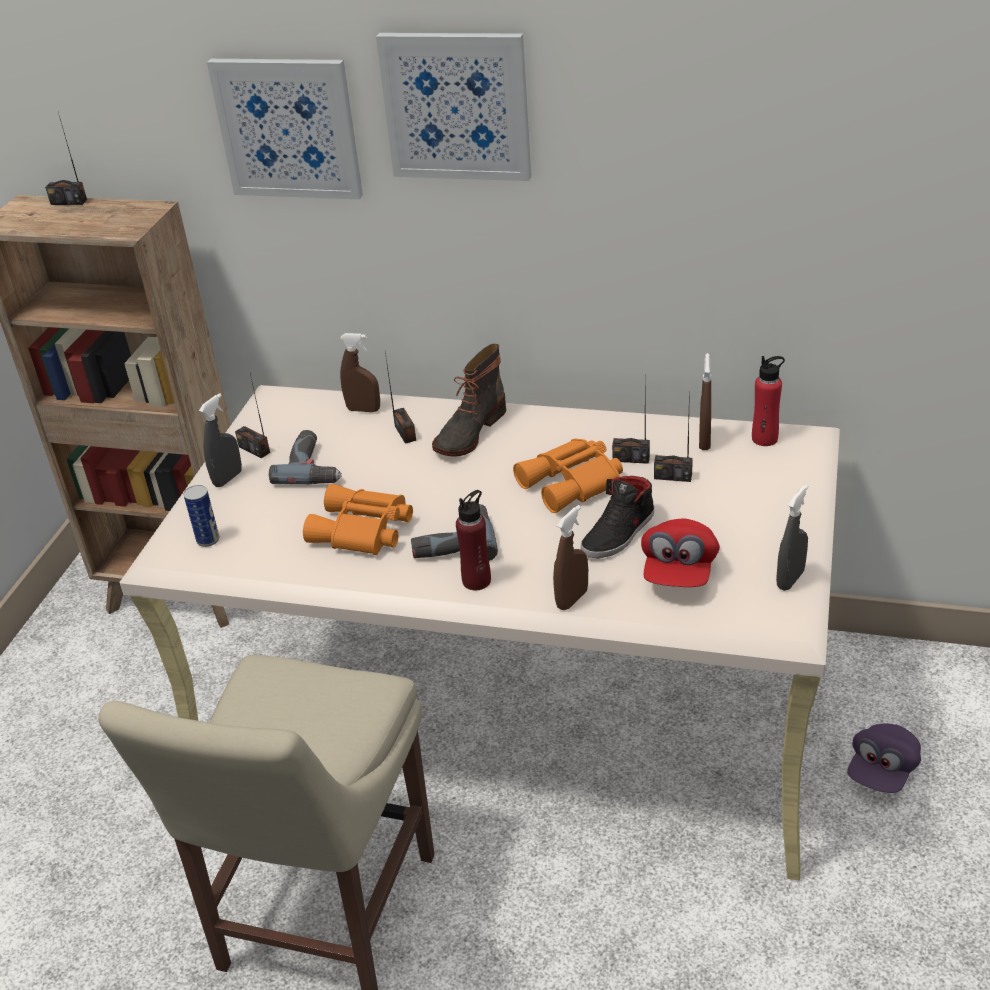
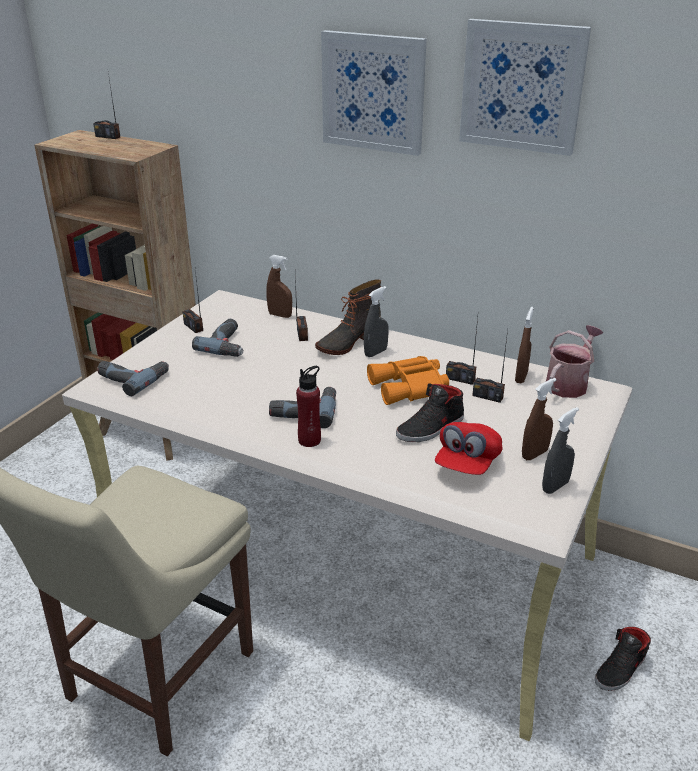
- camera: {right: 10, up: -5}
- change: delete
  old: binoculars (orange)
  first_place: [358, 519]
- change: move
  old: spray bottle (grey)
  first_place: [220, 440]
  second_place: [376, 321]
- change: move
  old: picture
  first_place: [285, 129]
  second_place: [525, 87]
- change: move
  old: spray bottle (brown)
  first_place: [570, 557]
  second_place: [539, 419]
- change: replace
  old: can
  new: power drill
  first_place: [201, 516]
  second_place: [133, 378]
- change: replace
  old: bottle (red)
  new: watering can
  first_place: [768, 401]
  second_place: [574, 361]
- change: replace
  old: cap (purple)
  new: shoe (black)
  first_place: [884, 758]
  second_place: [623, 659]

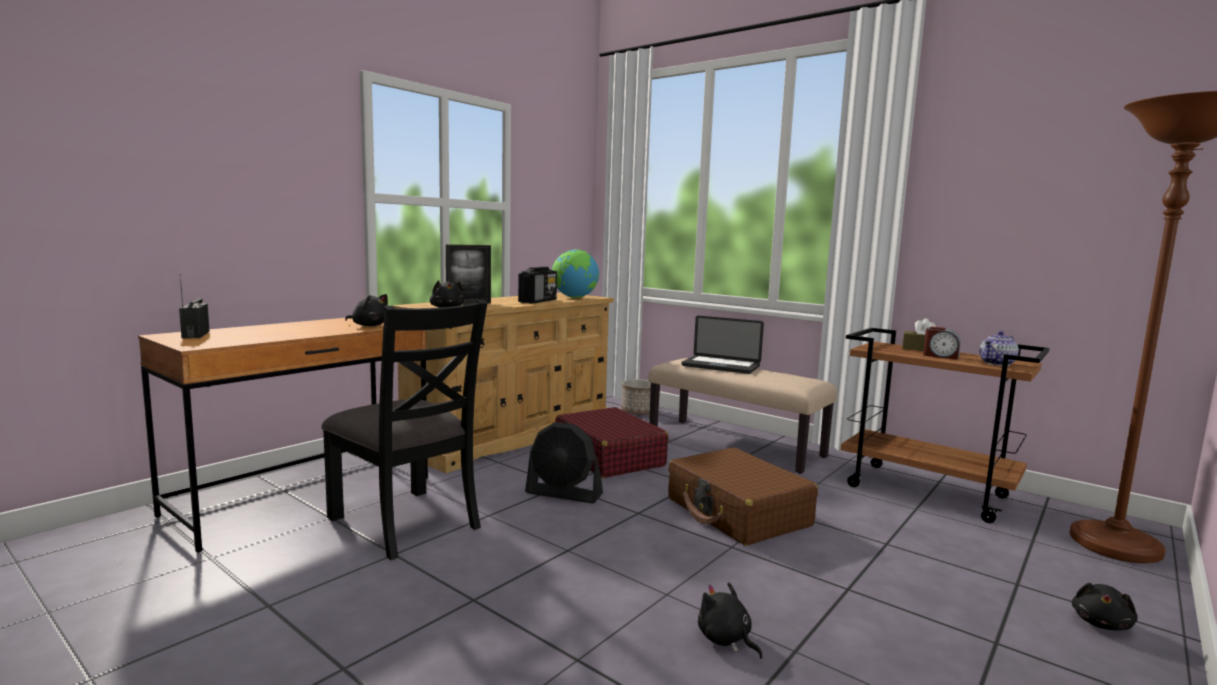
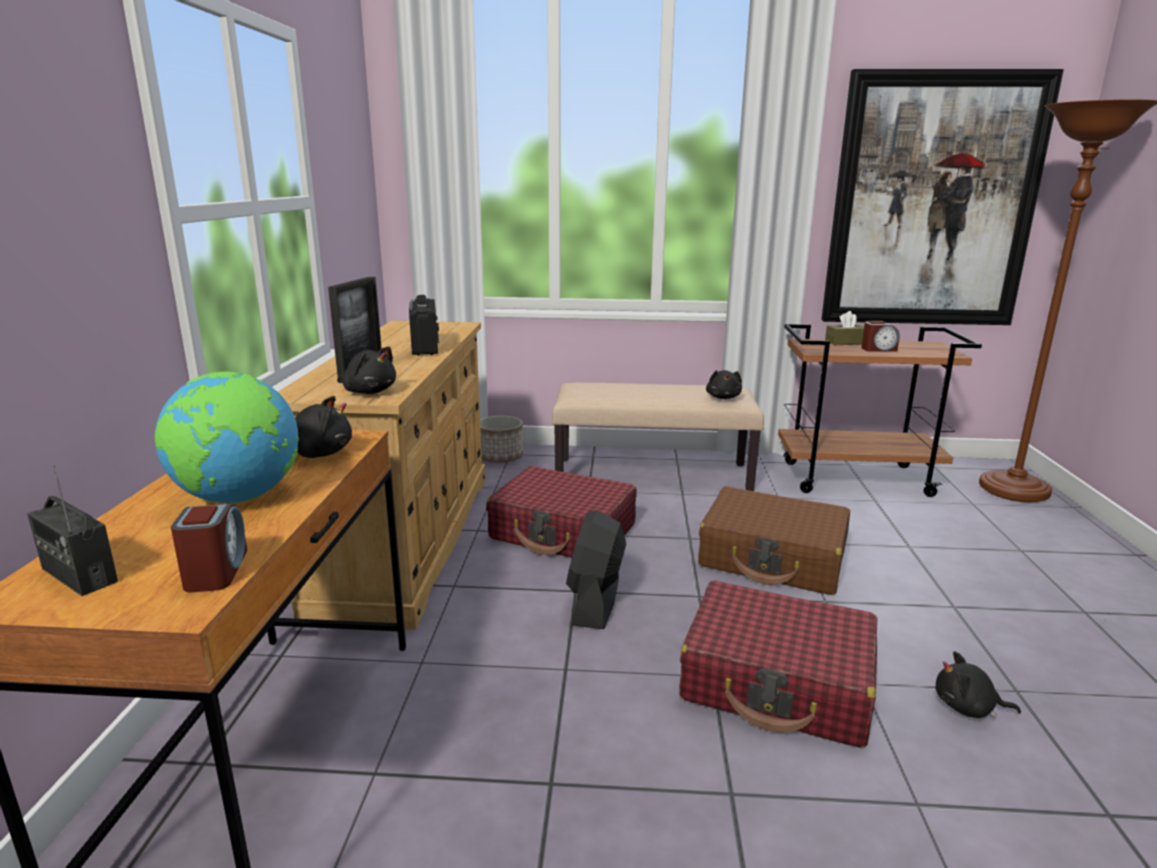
- camera: {right: -35, up: 10}
- change: delete
  old: chair (black)
  first_place: [404, 430]
- change: delete
  old: laptop
  first_place: [722, 345]
- change: delete
  old: teapot
  first_place: [999, 348]
- change: insert
  new: alarm clock
  second_place: [209, 548]
- change: insert
  new: suitcase (red)
  second_place: [778, 664]
- change: insert
  new: picture
  second_place: [942, 197]
- change: move
  old: globe
  first_place: [575, 273]
  second_place: [227, 437]
- change: move
  old: plush toy (black)
  first_place: [1105, 607]
  second_place: [724, 384]
- change: rotate
  old: fan (black)
  first_place: [564, 462]
  second_place: [596, 569]
  degrees: 120

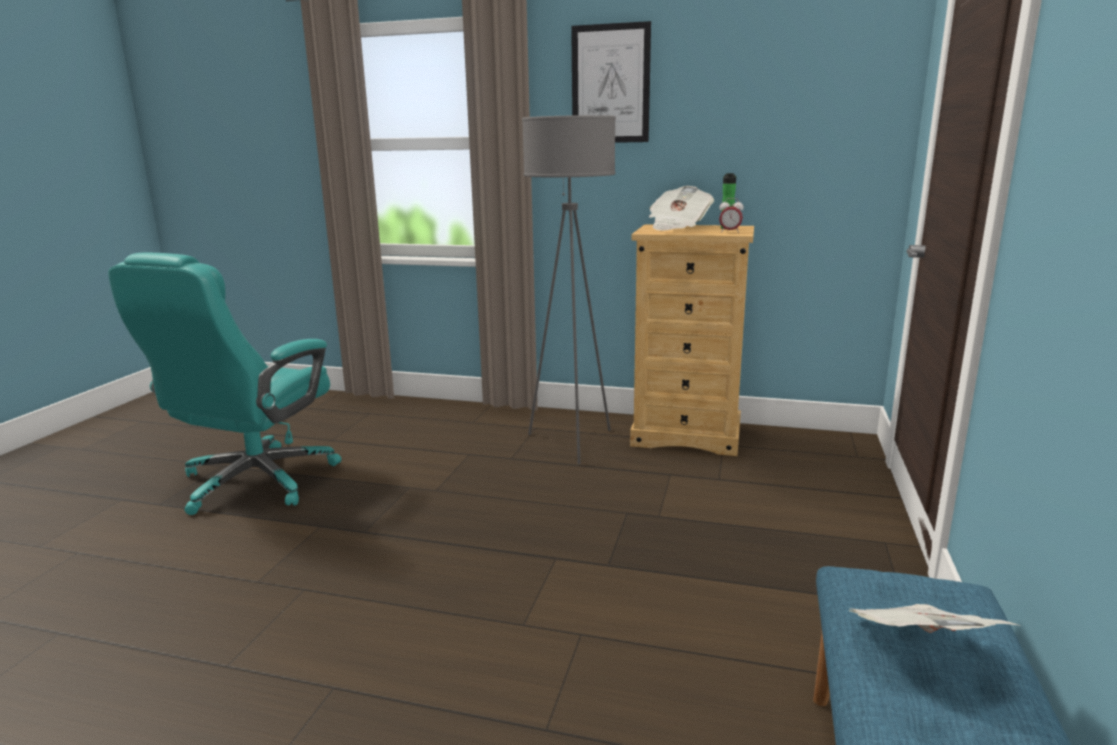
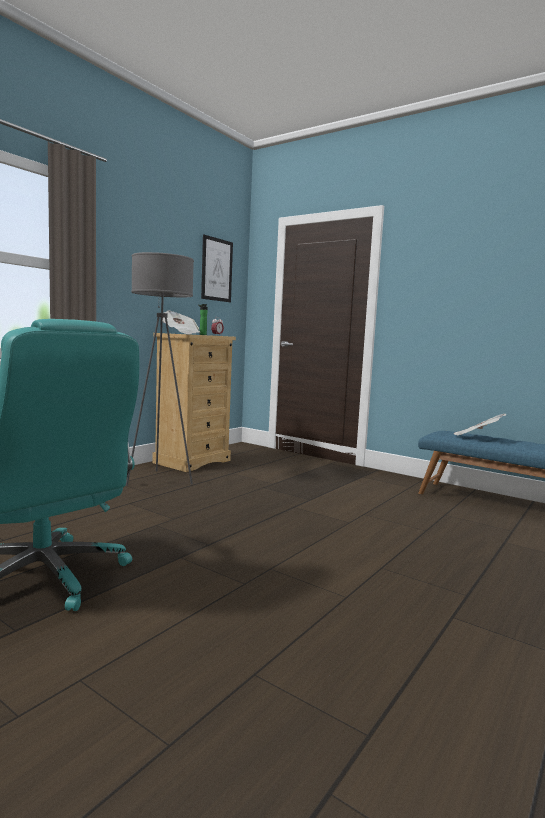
- camera: {right: -70, up: -10}
- change: move
  old: picture
  first_place: [611, 82]
  second_place: [217, 268]

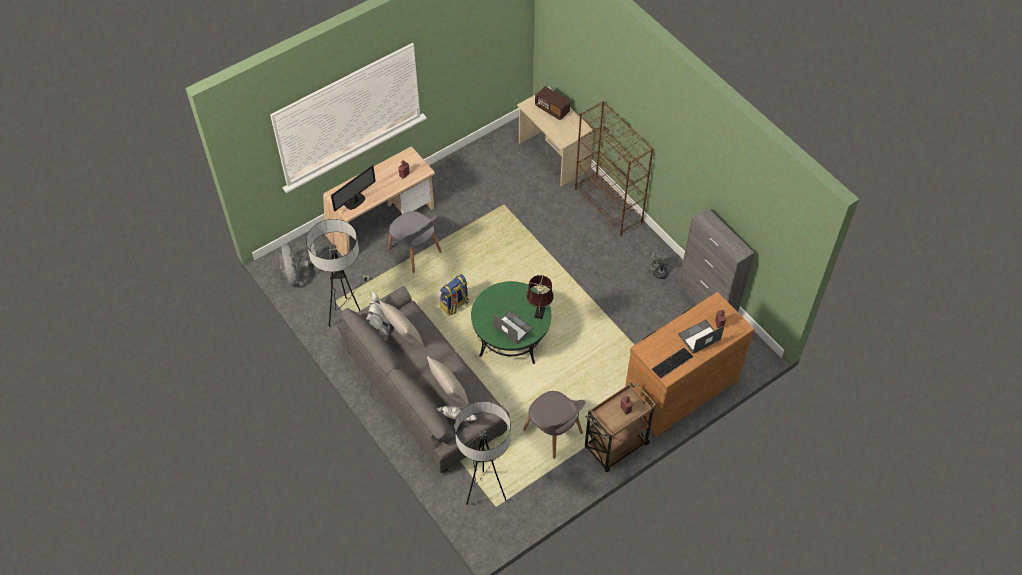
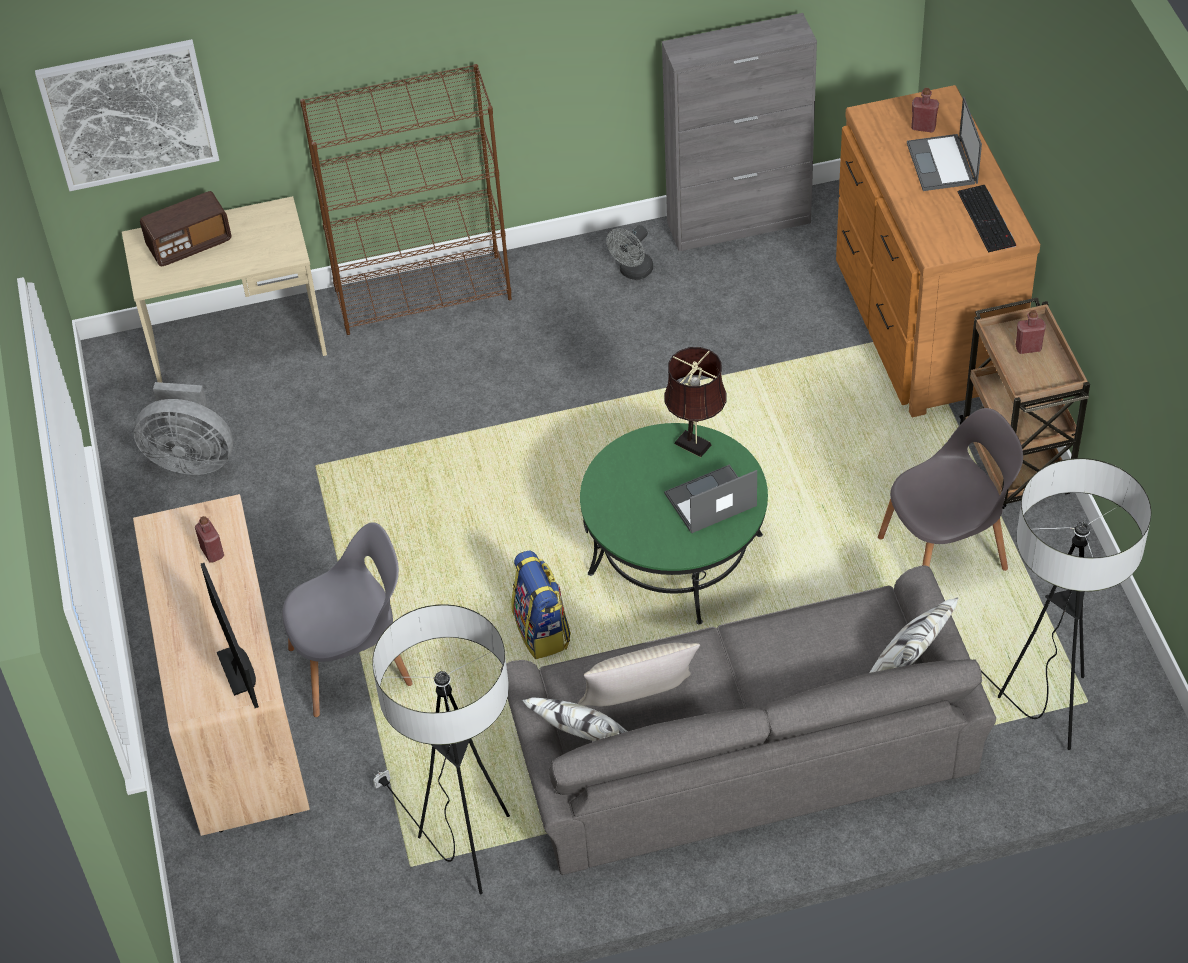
- camera: {right: -65, up: -5}
- change: delete
  old: pillow (beige)
  first_place: [448, 381]
- change: insert
  new: picture
  second_place: [127, 115]
- change: move
  old: fan (grey)
  first_place: [300, 264]
  second_place: [183, 428]

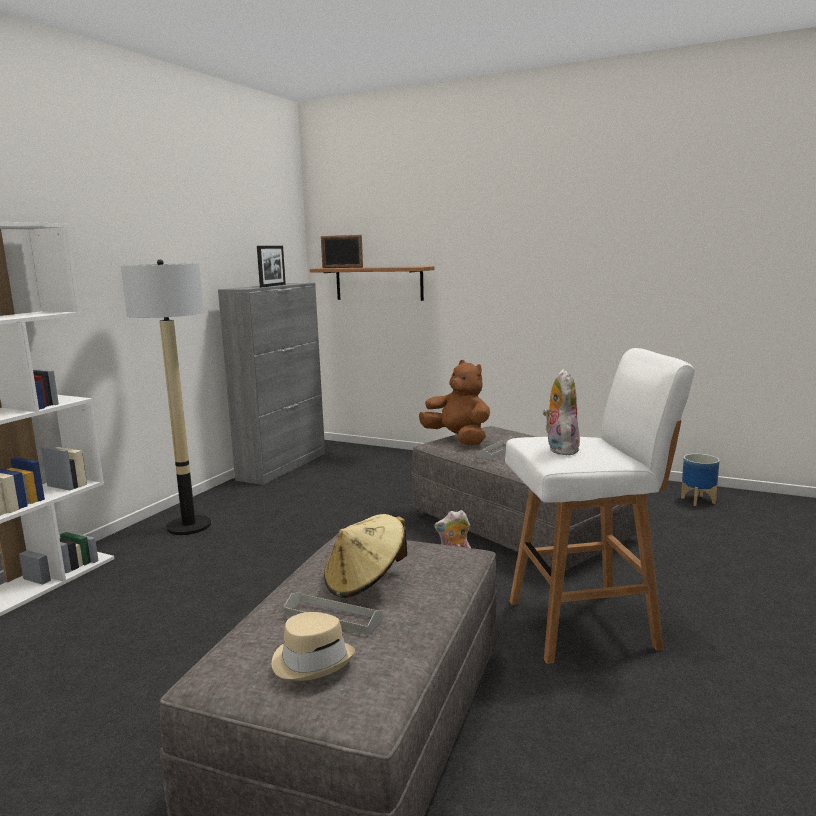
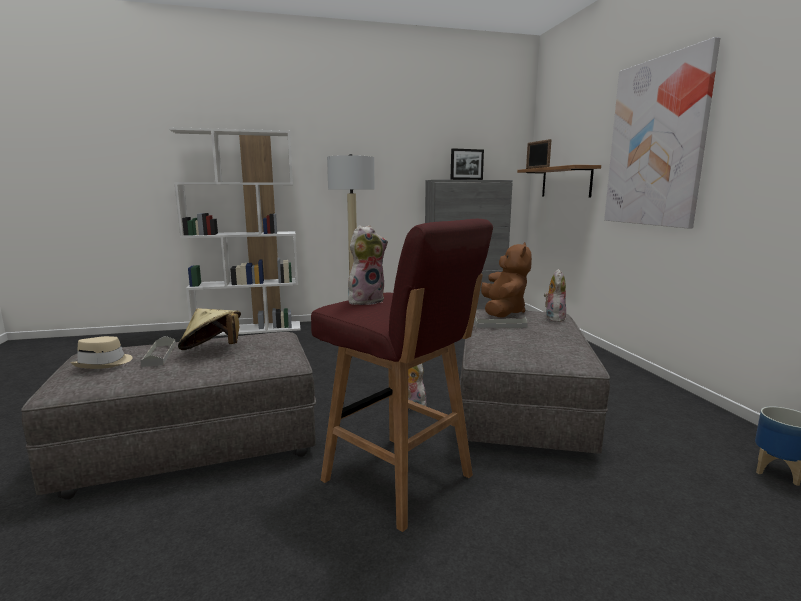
- camera: {right: 50, up: 0}
- change: insert
  new: plush toy
  second_place: [555, 295]
- change: insert
  new: picture
  second_place: [662, 132]
- change: recolor
  old: stool (white)
  new: stool (red)
  first_place: [600, 506]
  second_place: [402, 375]

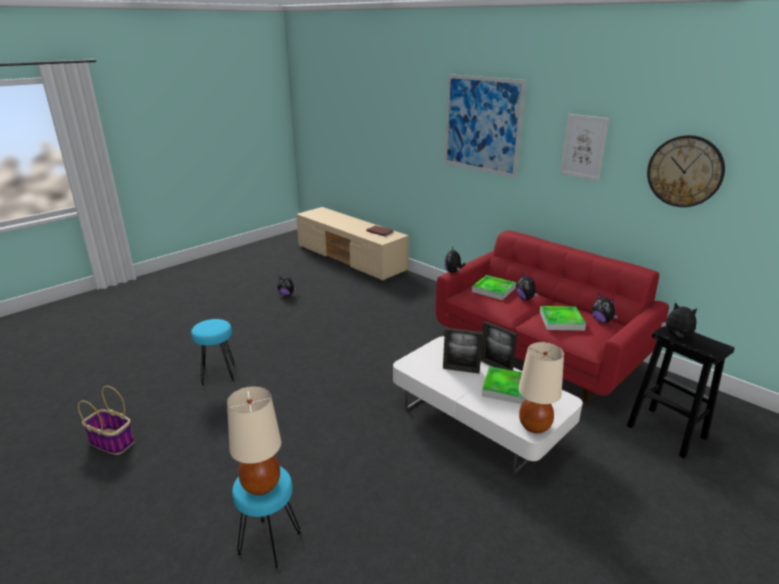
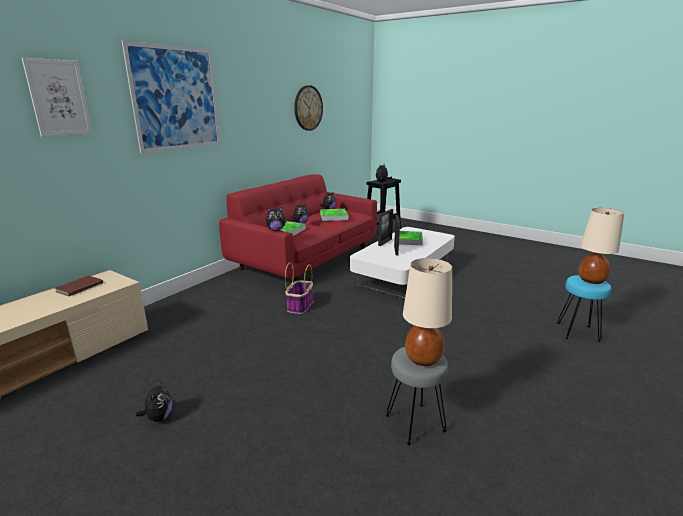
- camera: {right: -100, up: -5}
- change: move
  old: basket
  first_place: [106, 420]
  second_place: [299, 288]
- change: move
  old: table lamp (beige)
  first_place: [541, 387]
  second_place: [427, 312]
- change: move
  old: picture
  first_place: [584, 147]
  second_place: [57, 97]
- change: recolor
  old: stool (turquoise)
  new: stool (grey)
  first_place: [213, 352]
  second_place: [417, 396]

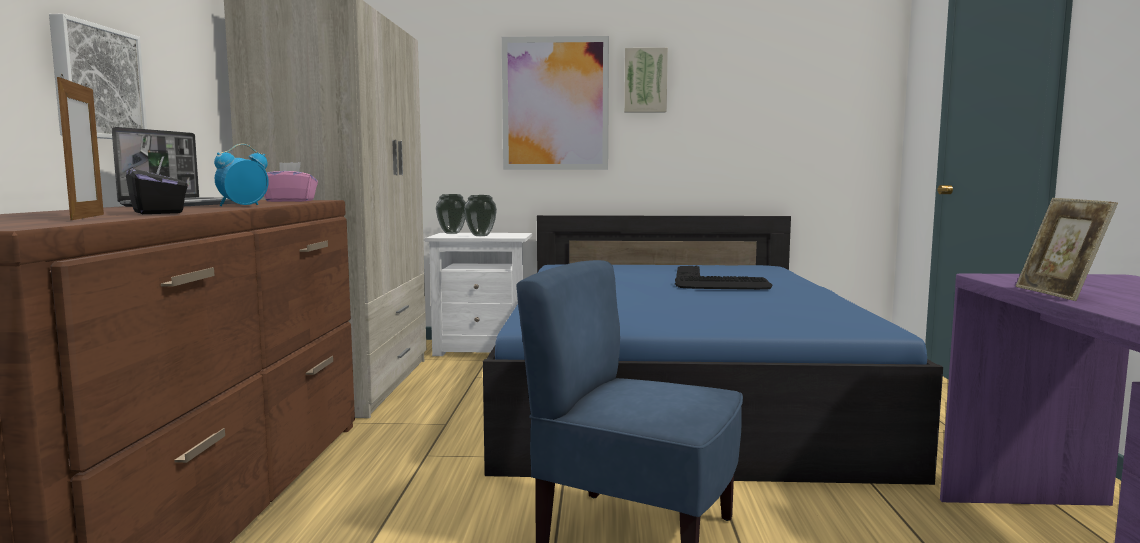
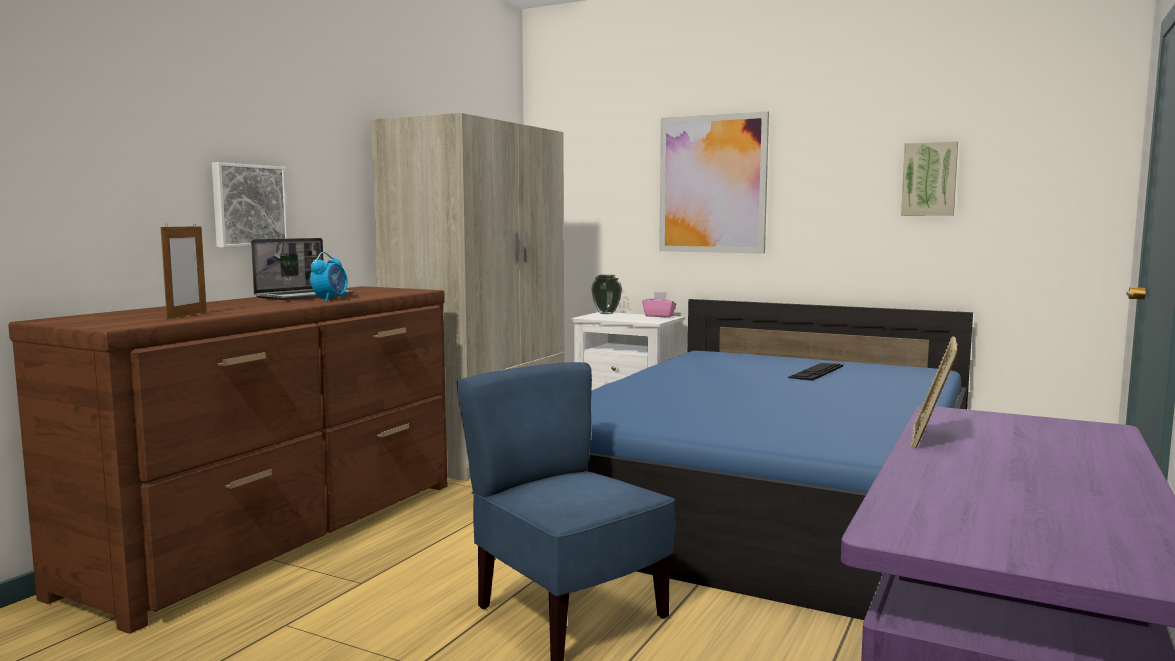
- camera: {right: 25, up: 0}
- change: delete
  old: tissue box (black)
  first_place: [157, 184]
- change: delete
  old: vase
  first_place: [480, 215]
- change: delete
  old: keyboard
  first_place: [724, 283]
- change: move
  old: tissue box (pink)
  first_place: [291, 182]
  second_place: [659, 304]
- change: move
  old: picture
  first_place: [646, 80]
  second_place: [929, 178]
- change: rotate
  old: alarm clock
  first_place: [241, 175]
  second_place: [329, 277]
  degrees: 135

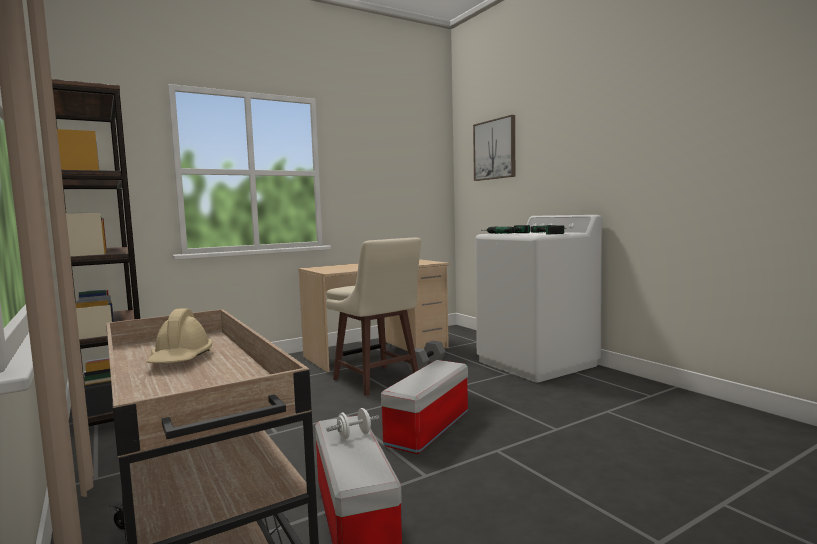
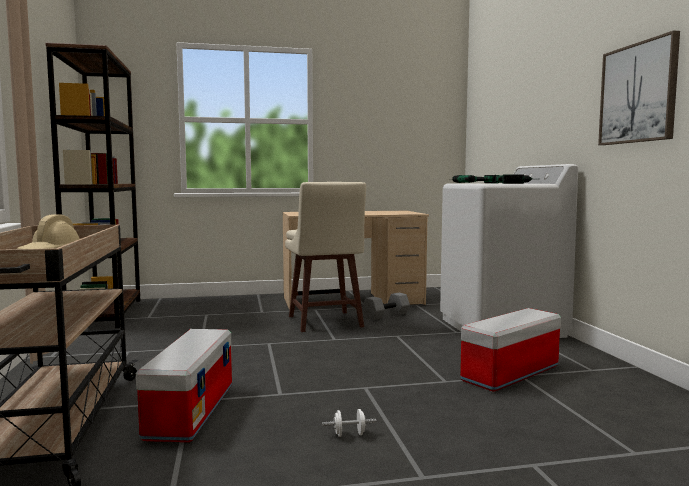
- camera: {right: 20, up: 0}
- change: move
  old: dumbbell (white)
  first_place: [353, 423]
  second_place: [349, 423]
- change: move
  old: storage box
  first_place: [424, 407]
  second_place: [510, 350]
- change: move
  old: picture
  first_place: [494, 148]
  second_place: [639, 87]

